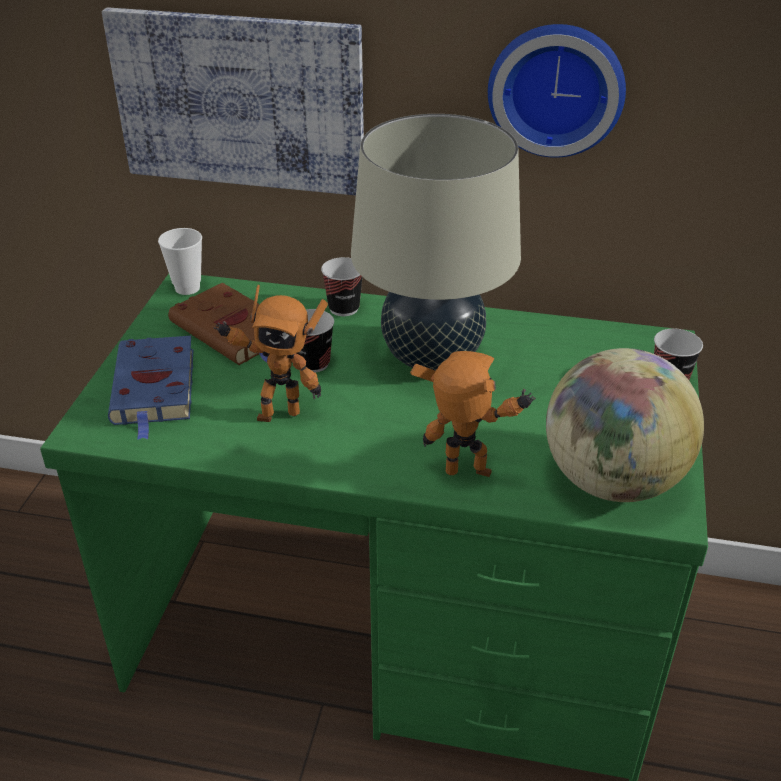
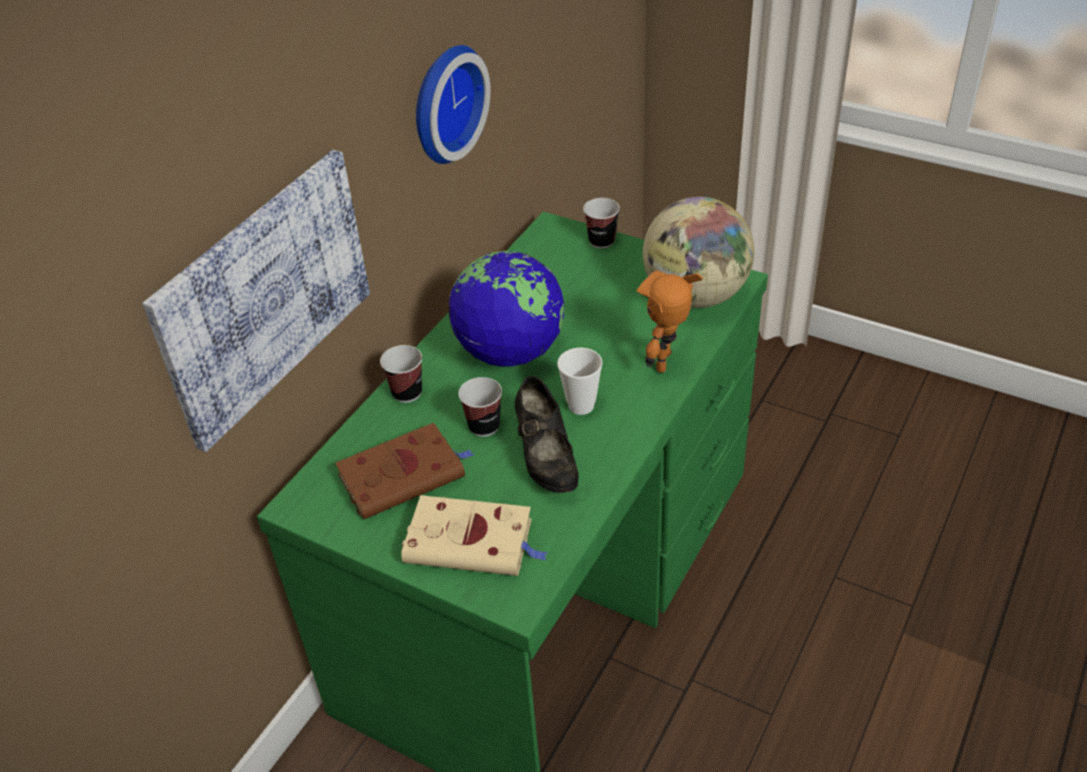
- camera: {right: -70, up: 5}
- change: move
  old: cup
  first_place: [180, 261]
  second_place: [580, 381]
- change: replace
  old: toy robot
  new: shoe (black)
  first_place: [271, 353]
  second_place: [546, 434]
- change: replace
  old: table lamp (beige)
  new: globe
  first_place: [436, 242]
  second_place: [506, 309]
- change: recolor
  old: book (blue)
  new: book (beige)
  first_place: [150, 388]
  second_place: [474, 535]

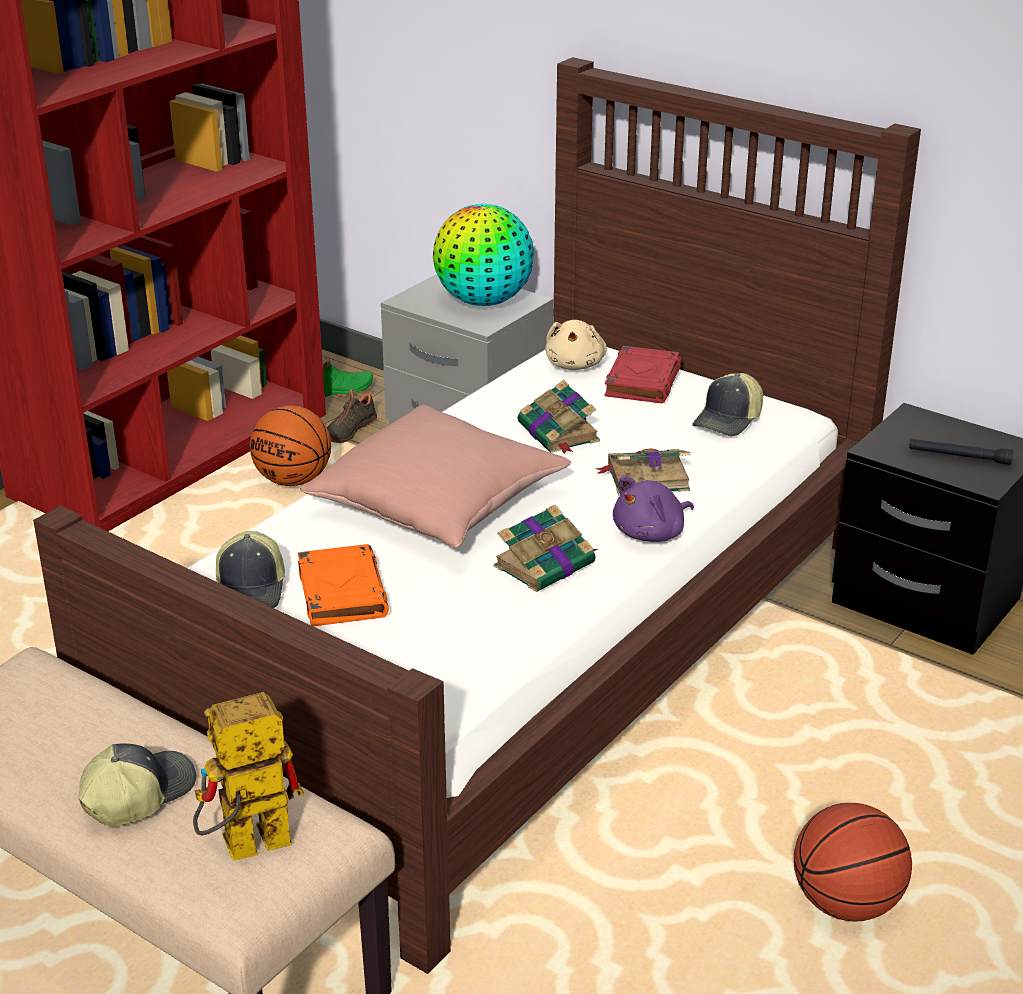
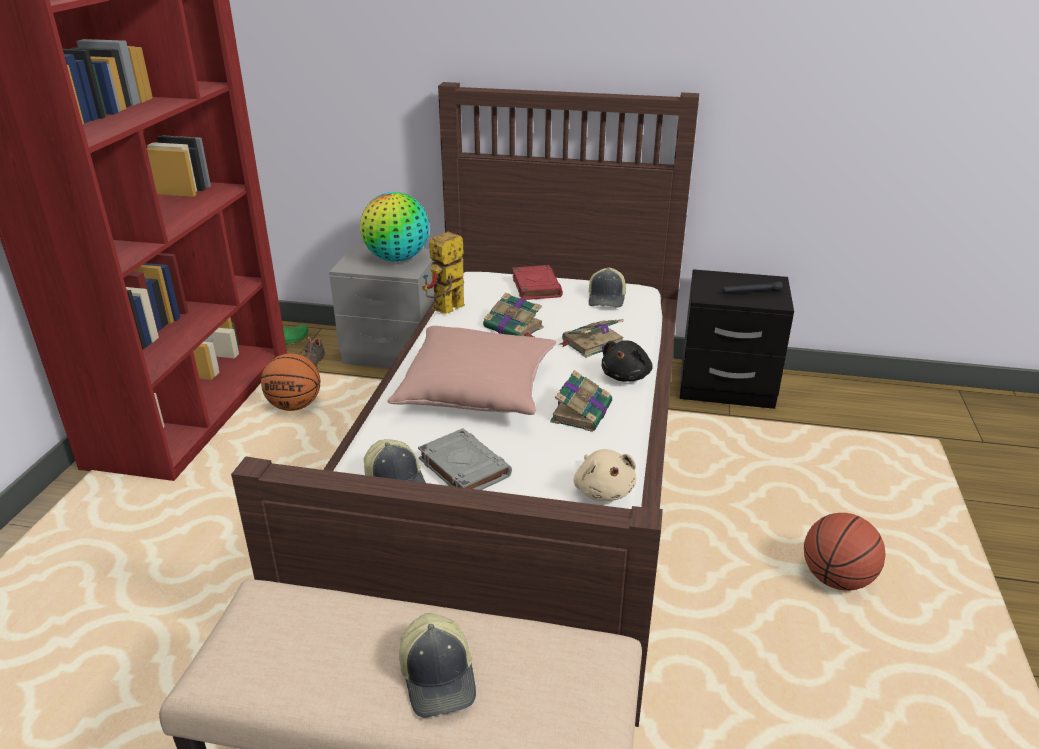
- camera: {right: -25, up: 0}
- change: move
  old: toy robot
  first_place: [248, 776]
  second_place: [443, 273]
- change: move
  old: plush toy (beige)
  first_place: [576, 345]
  second_place: [605, 475]
- change: recolor
  old: book (orange)
  new: book (grey)
  first_place: [343, 585]
  second_place: [465, 459]
- change: recolor
  old: plush toy (purple)
  new: plush toy (black)
  first_place: [653, 509]
  second_place: [626, 361]
- change: rotate
  old: cap
  first_place: [137, 785]
  second_place: [437, 665]
  degrees: 150

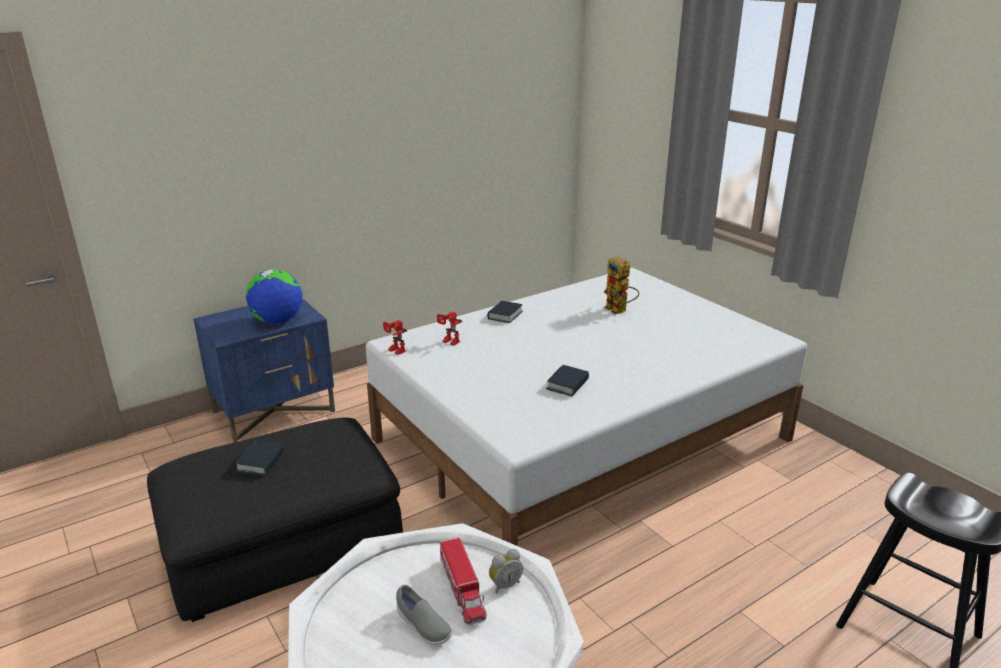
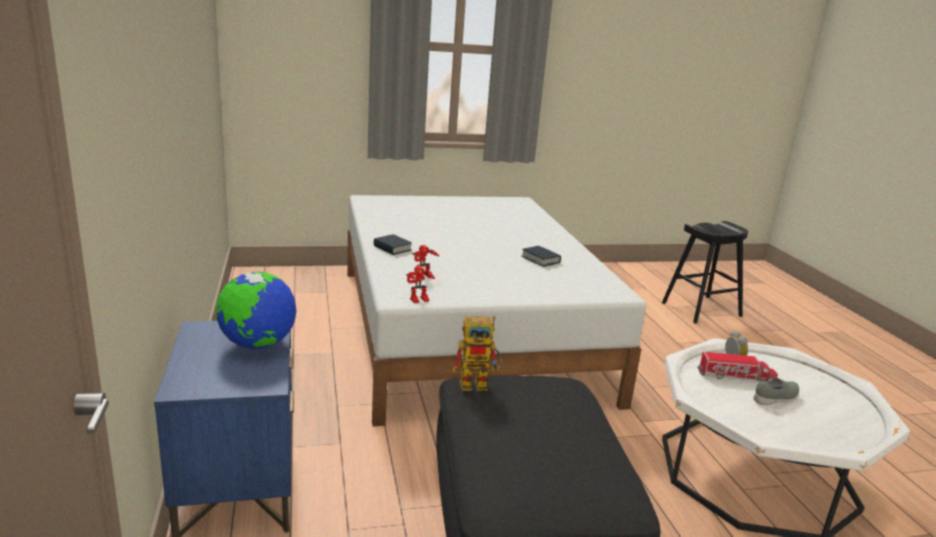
- camera: {right: -70, up: -5}
- change: delete
  old: book
  first_place: [259, 458]
- change: move
  old: toy robot
  first_place: [621, 286]
  second_place: [476, 353]

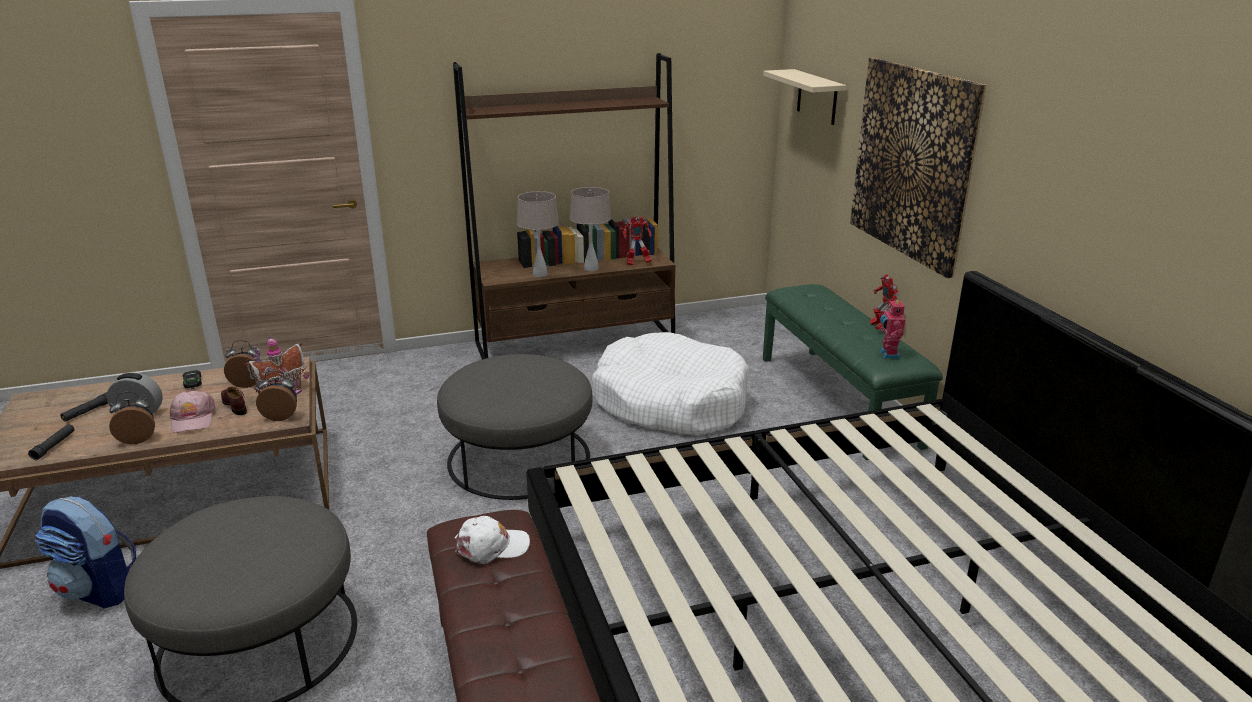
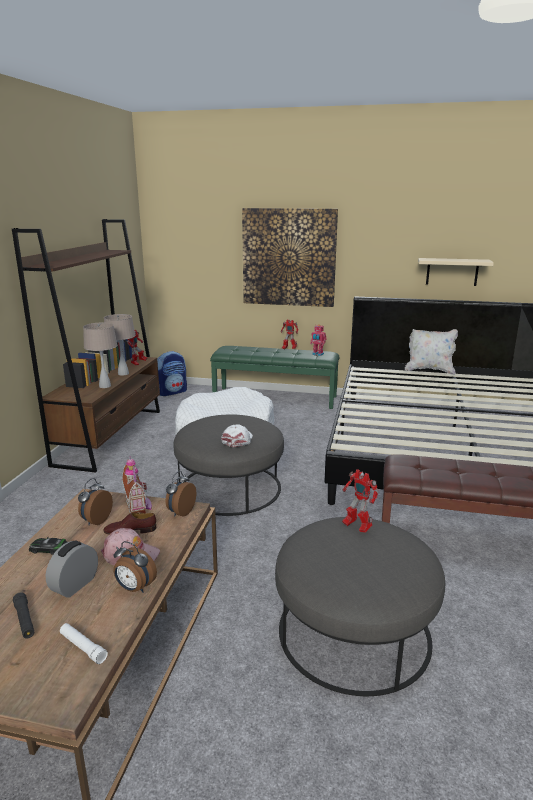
- camera: {right: -60, up: -5}
- change: insert
  new: toy robot
  second_place: [360, 501]
- change: insert
  new: pillow (white)
  second_place: [431, 352]
- change: move
  old: backpack
  first_place: [85, 552]
  second_place: [172, 373]
- change: move
  old: cap (white)
  first_place: [492, 540]
  second_place: [237, 435]
- change: move
  old: shelf (beige)
  first_place: [804, 97]
  second_place: [456, 272]
- change: recolor
  old: flashlight (black)
  new: flashlight (white)
  first_place: [51, 442]
  second_place: [84, 643]
- change: rotate
  old: alarm clock
  first_place: [132, 417]
  second_place: [135, 567]
  degrees: -75

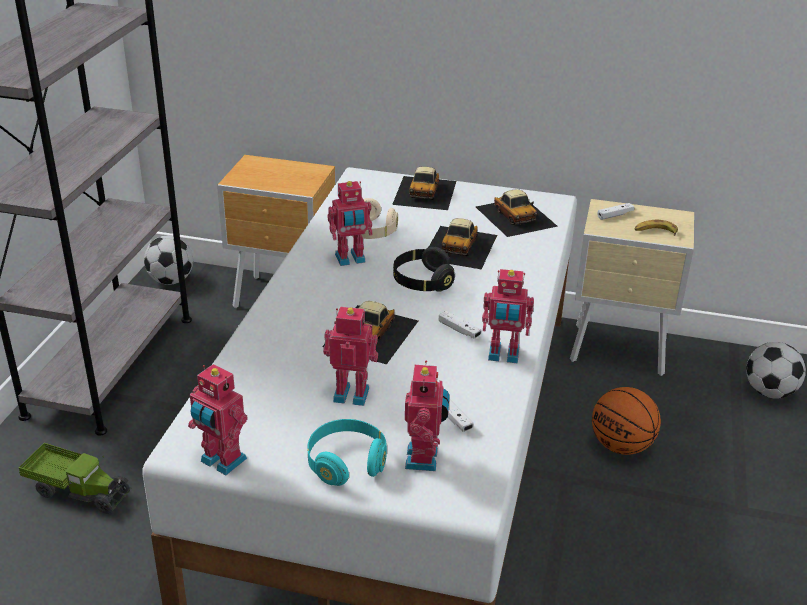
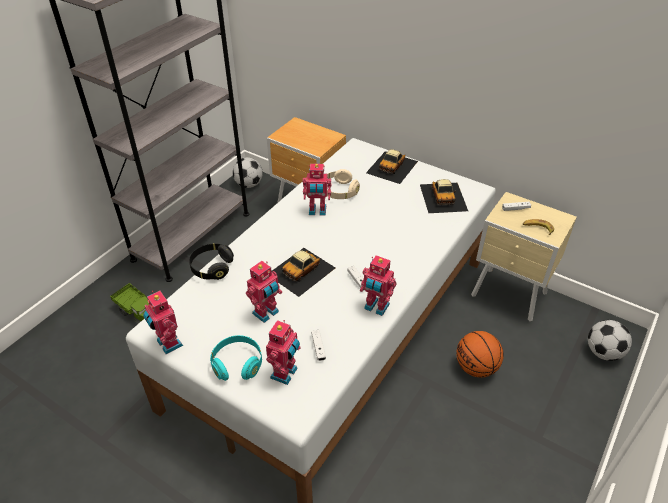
- camera: {right: 20, up: 10}
- change: delete
  old: toy car
  first_place: [463, 244]
- change: move
  old: headphones (black)
  first_place: [424, 269]
  second_place: [211, 261]
- change: rotate
  old: toy robot
  first_place: [350, 356]
  second_place: [264, 292]
  degrees: 105

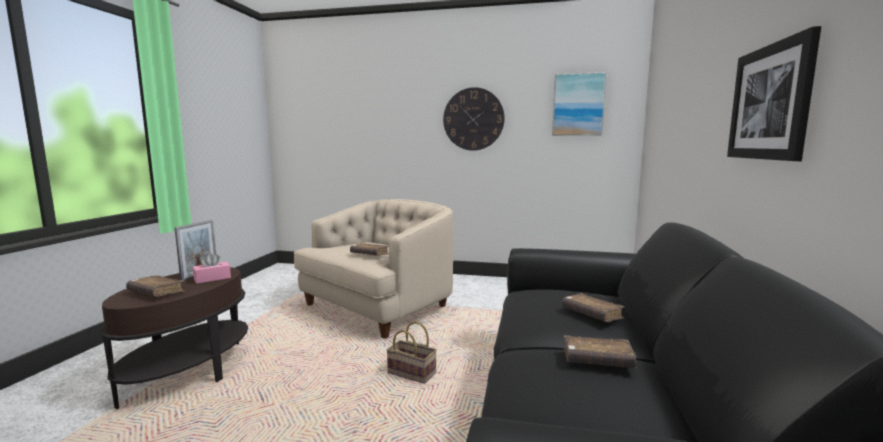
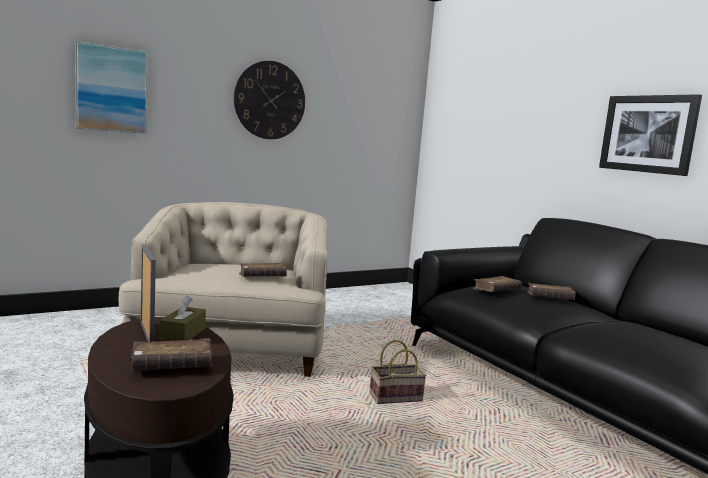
- camera: {right: -45, up: 0}
- change: move
  old: picture
  first_place: [579, 104]
  second_place: [111, 87]
- change: move
  old: book (brown)
  first_place: [600, 351]
  second_place: [497, 284]
- change: recolor
  old: tissue box (pink)
  new: tissue box (brown)
  first_place: [212, 268]
  second_place: [183, 318]

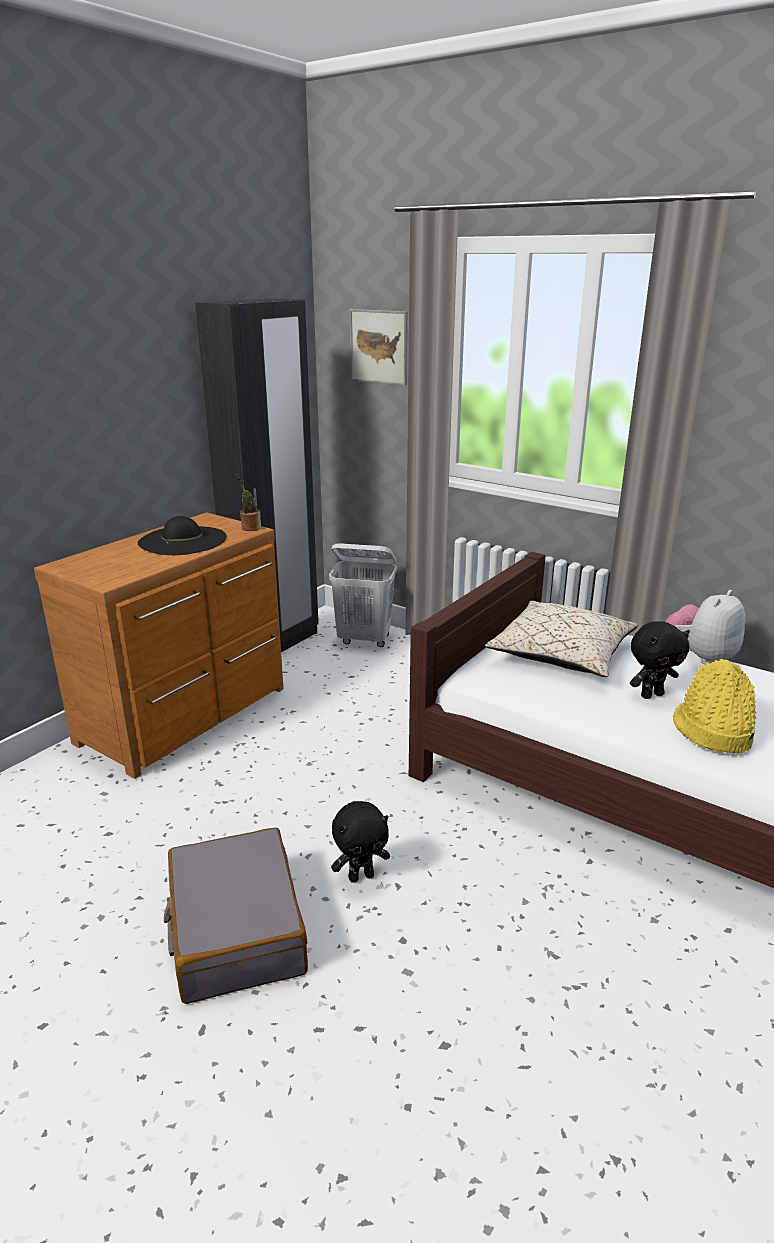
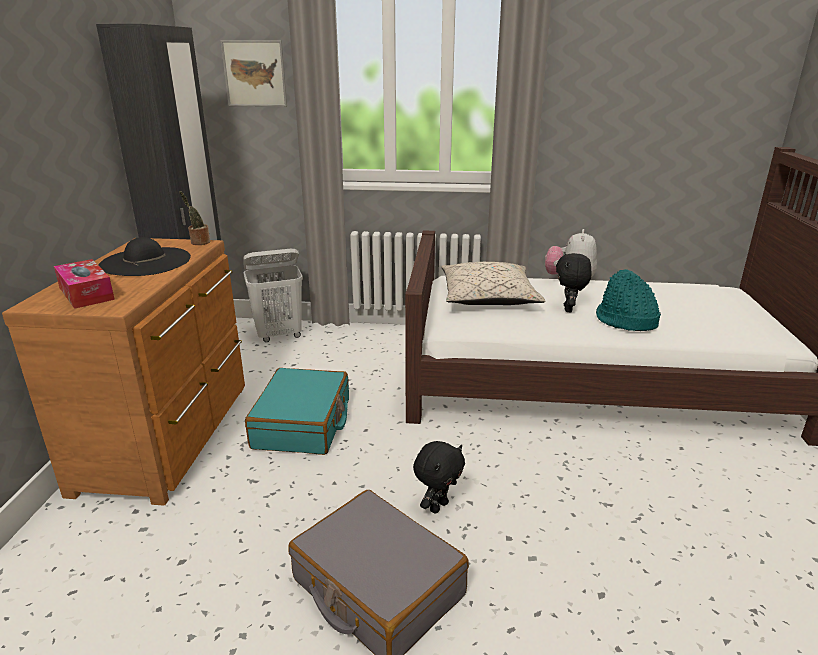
- camera: {right: -30, up: 0}
- change: insert
  new: tissue box
  second_place: [84, 284]
- change: insert
  new: suitcase (turquoise)
  second_place: [297, 411]
- change: recolor
  old: hat (yellow)
  new: hat (turquoise)
  first_place: [715, 706]
  second_place: [628, 300]
- change: rotate
  old: plush toy (black)
  first_place: [660, 660]
  second_place: [574, 282]
  degrees: 150

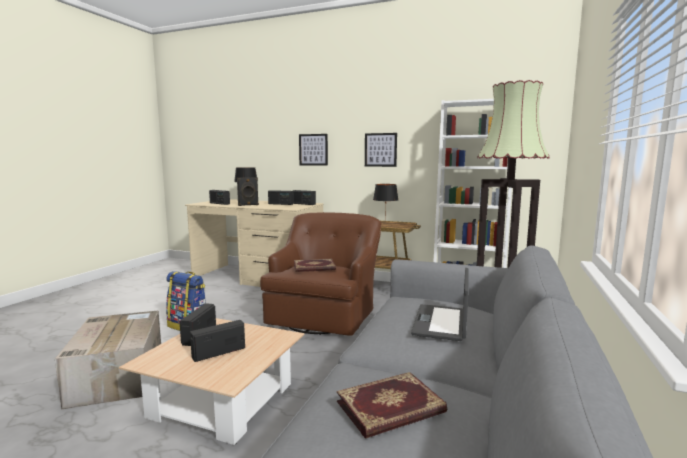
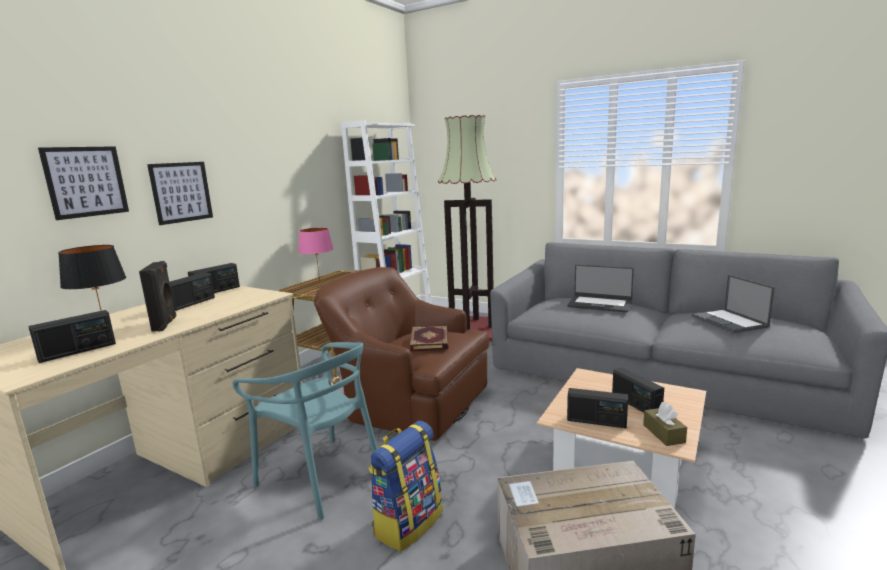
- camera: {right: -80, up: 5}
- change: insert
  new: chair (turquoise)
  second_place: [305, 431]
- change: insert
  new: tissue box (brown)
  second_place: [665, 424]
- change: move
  old: picture
  first_place: [381, 150]
  second_place: [83, 183]
- change: replace
  old: book
  new: laptop
  first_place: [392, 405]
  second_place: [733, 304]
- change: recolor
  old: table lamp (black)
  new: table lamp (pink)
  first_place: [385, 203]
  second_place: [315, 254]

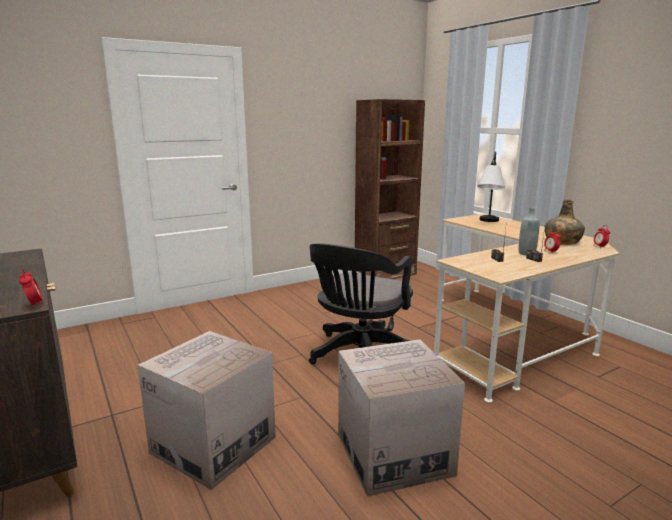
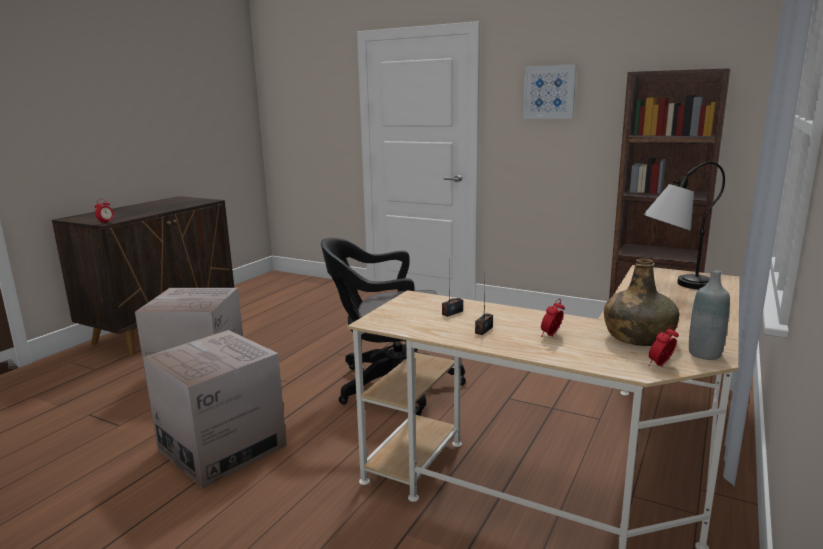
- camera: {right: 60, up: 0}
- change: insert
  new: picture
  second_place: [550, 91]
- change: move
  old: bottle (grey)
  first_place: [528, 231]
  second_place: [709, 315]

